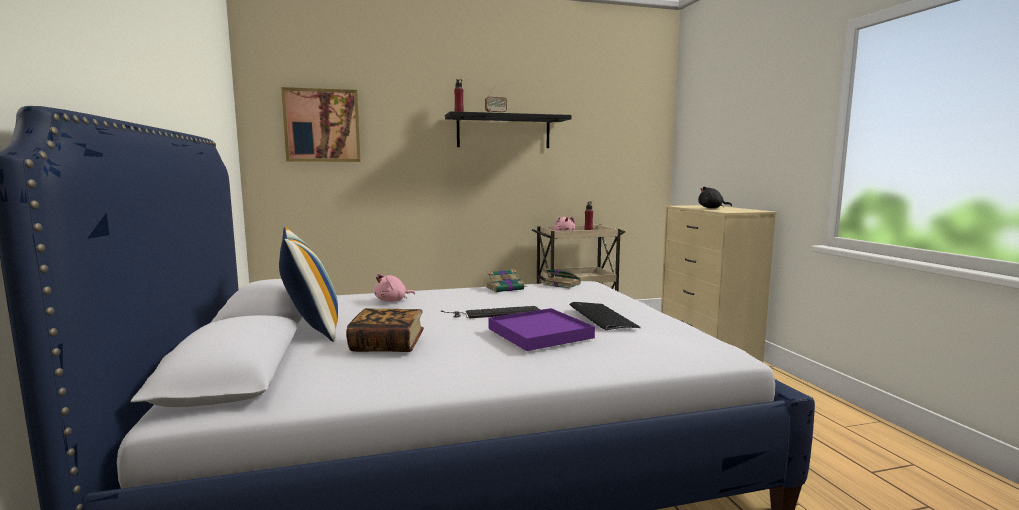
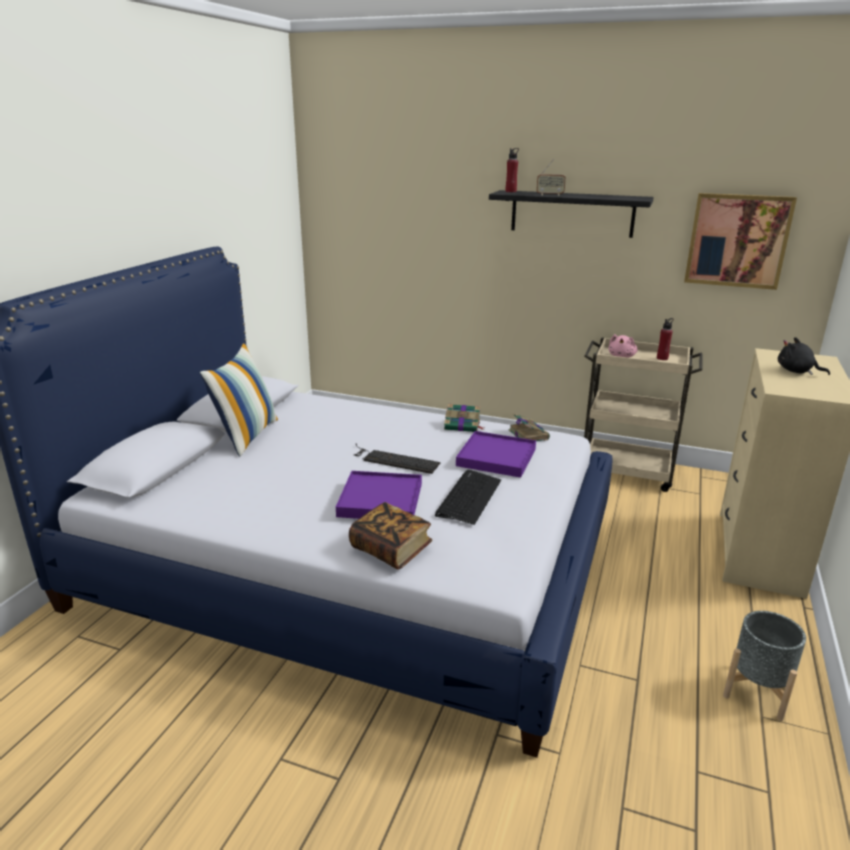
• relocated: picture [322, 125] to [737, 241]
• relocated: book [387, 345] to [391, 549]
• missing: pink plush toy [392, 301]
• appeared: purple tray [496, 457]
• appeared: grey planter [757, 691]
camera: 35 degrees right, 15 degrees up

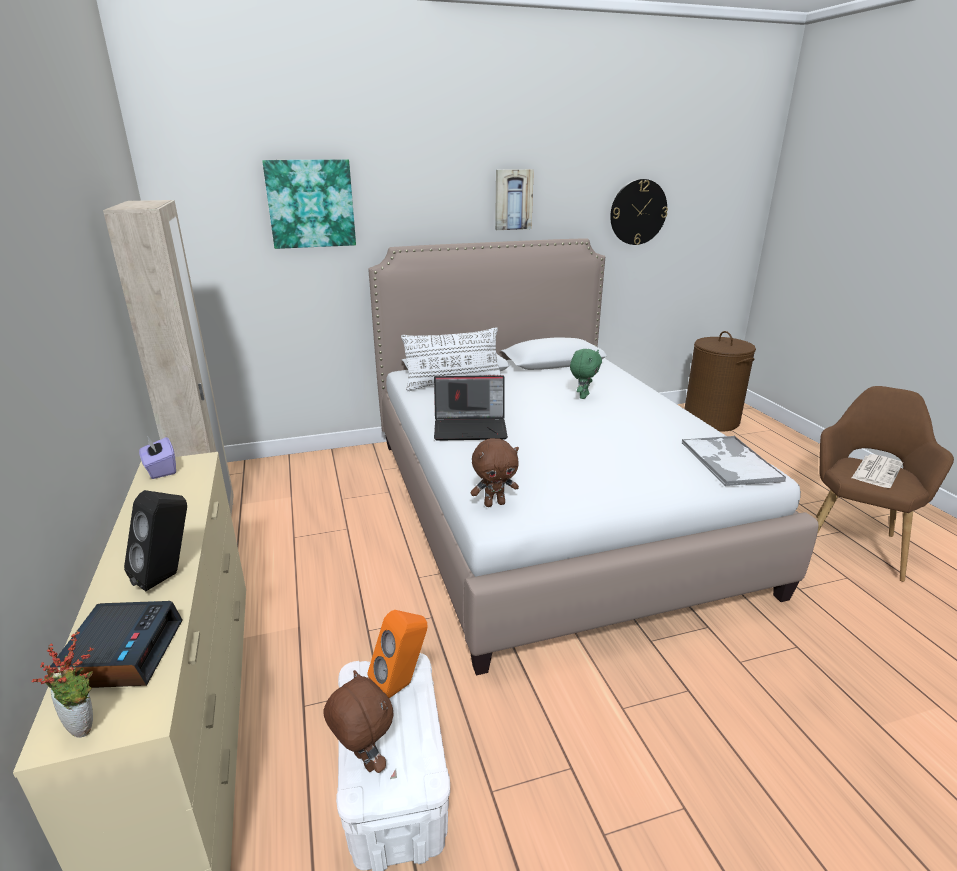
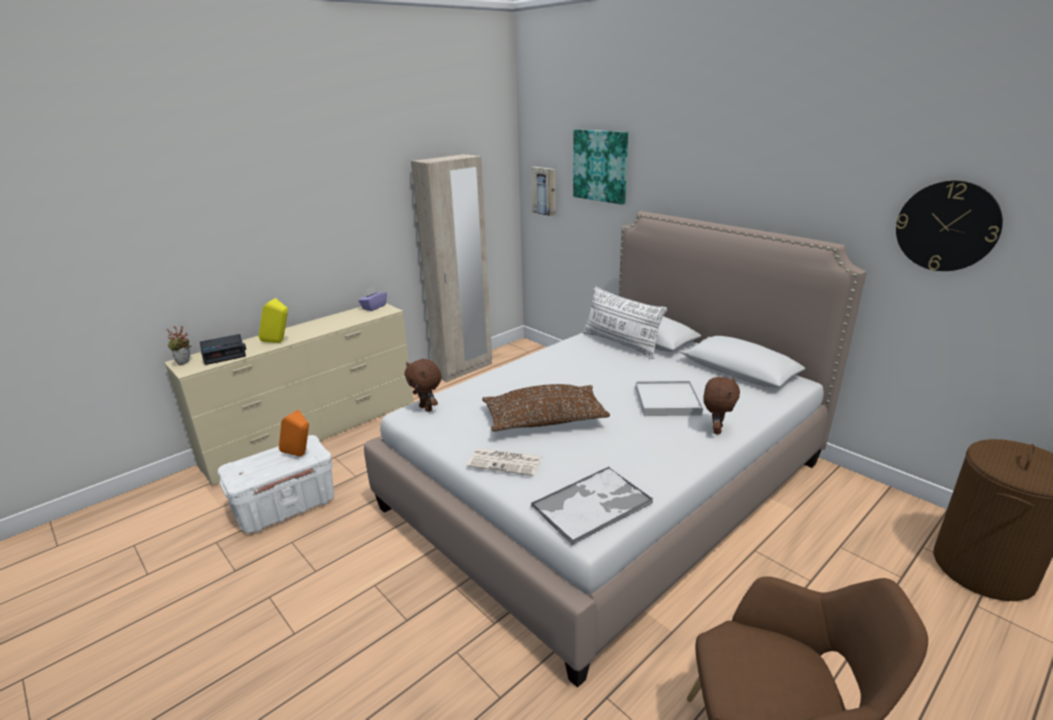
• colour: black speaker [168, 576] to yellow speaker [279, 342]
• relocated: brown plush toy [363, 761] to [716, 430]
• missing: laptop [471, 428]
• relocated: picture [513, 199] to [544, 191]
• exchanged: green plush toy [583, 396] to white tray [667, 401]
• relocated: newspaper [876, 471] to [506, 462]
• appeared: brown pillow [544, 420]
camera: 65 degrees right, 0 degrees up

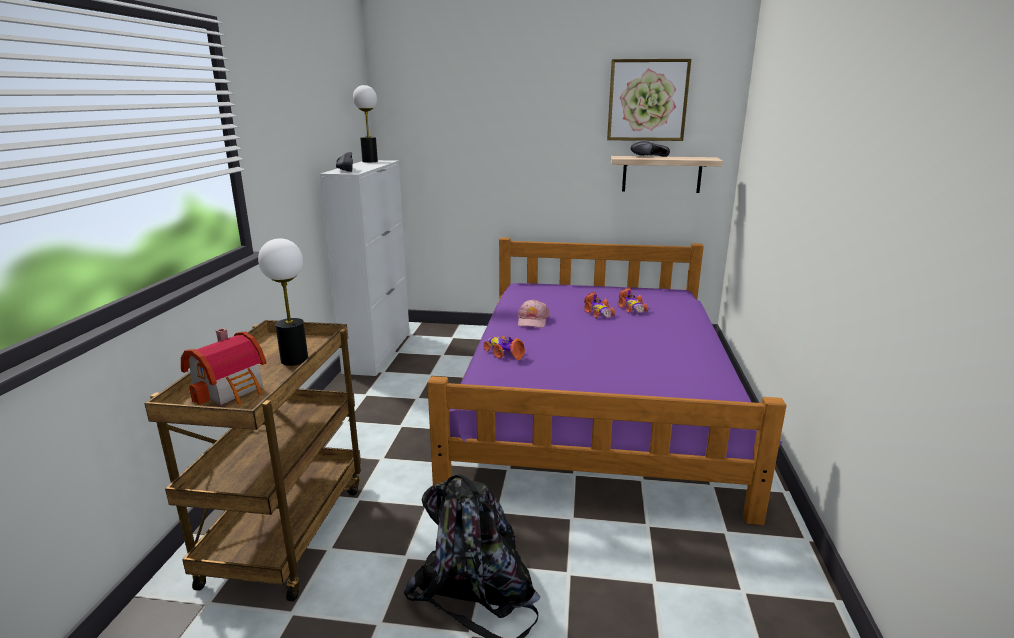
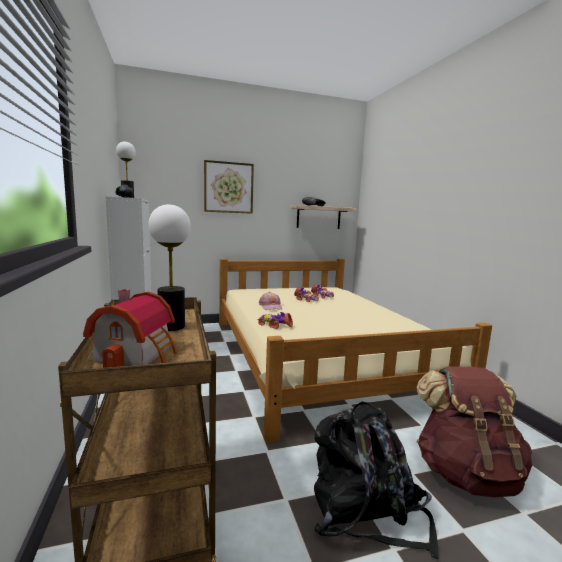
• colour: purple bed [594, 398] to beige bed [317, 356]
• relocated: picture [647, 100] to [228, 187]
• appeared: brown backpack [466, 473]
camera: 25 degrees left, 10 degrees down

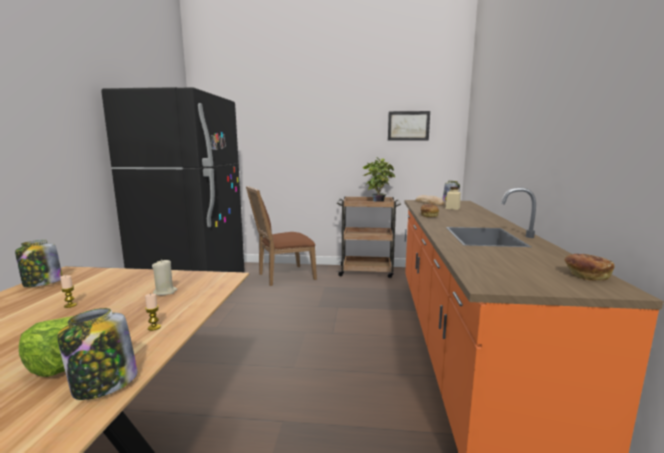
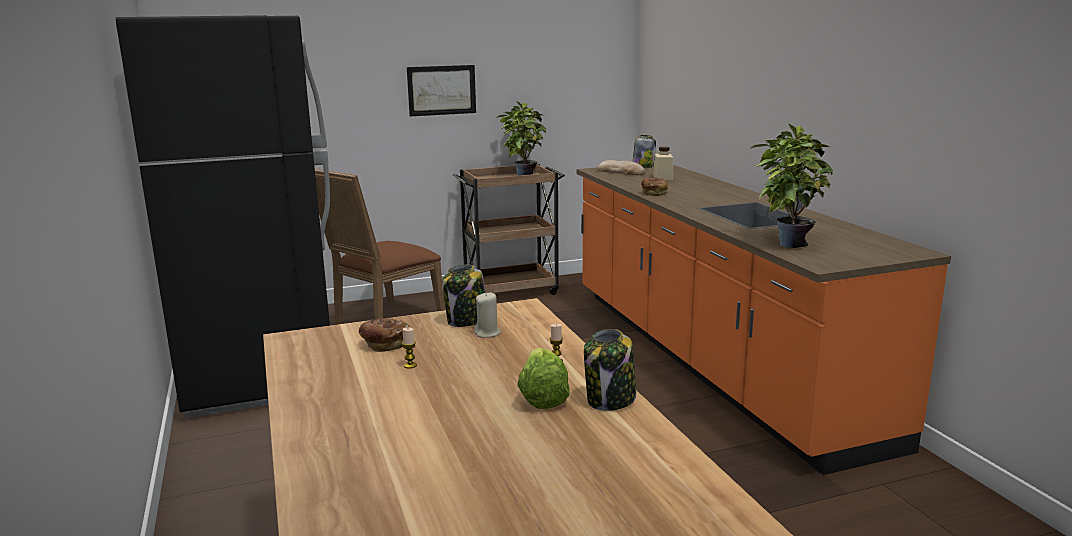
• relocated: jar [42, 283] to [466, 321]
• relocated: picture [408, 126] to [441, 90]
• relocated: bread [586, 275] to [384, 344]
• appeared: potted plant [787, 243]
camera: 25 degrees left, 5 degrees up

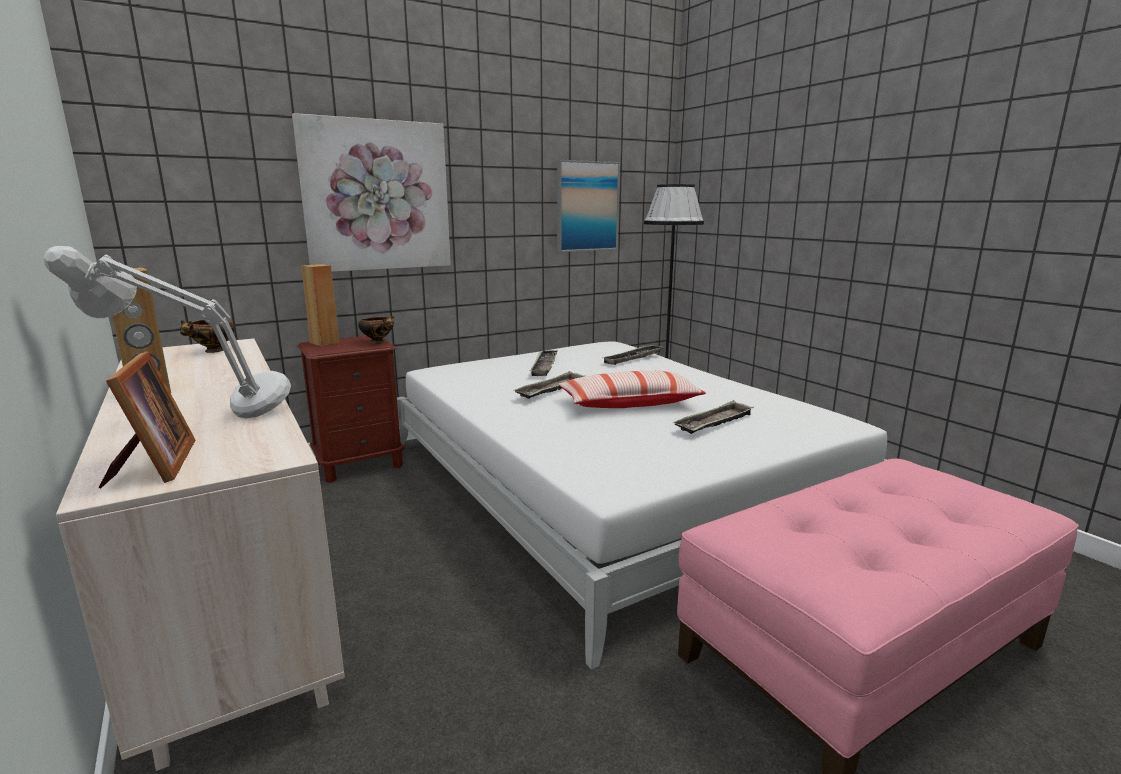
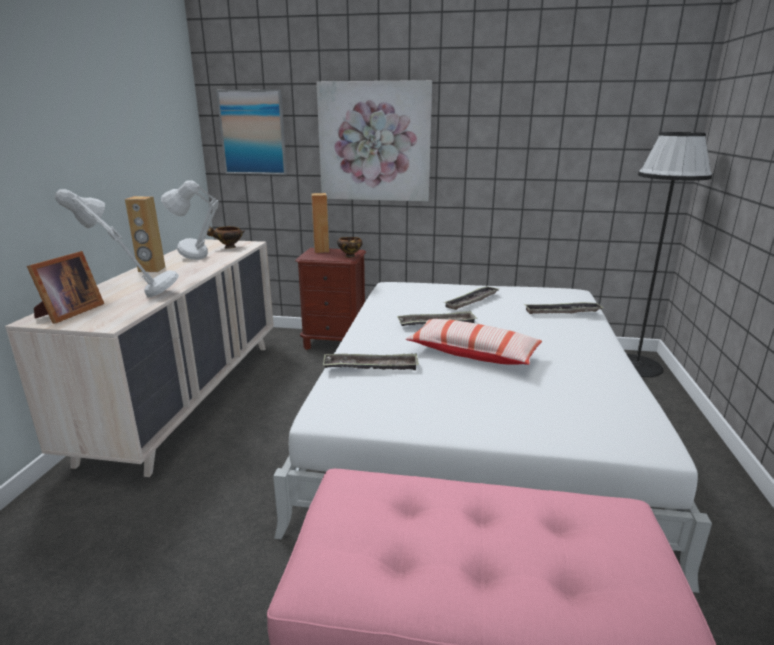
• relocated: picture [587, 206] to [253, 132]
• relocated: tray [714, 423] to [371, 366]
• appeared: grey table lamp [198, 263]
camera: 40 degrees right, 5 degrees up

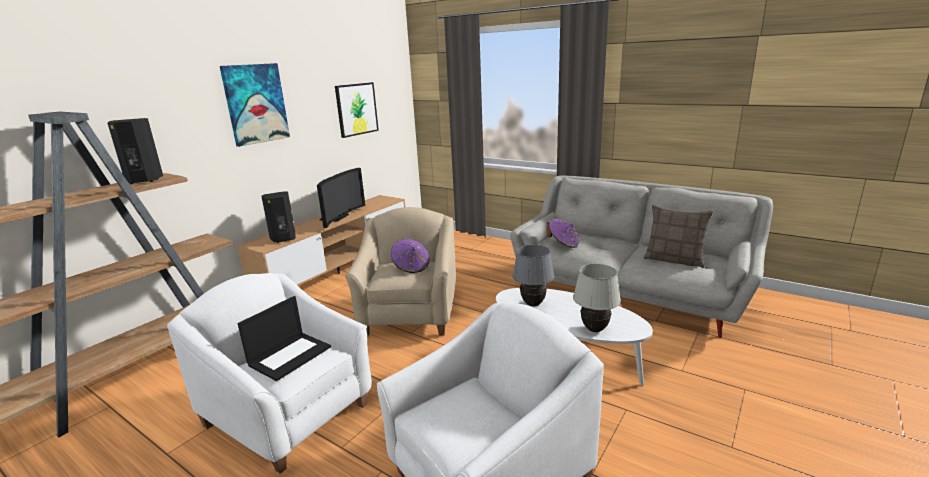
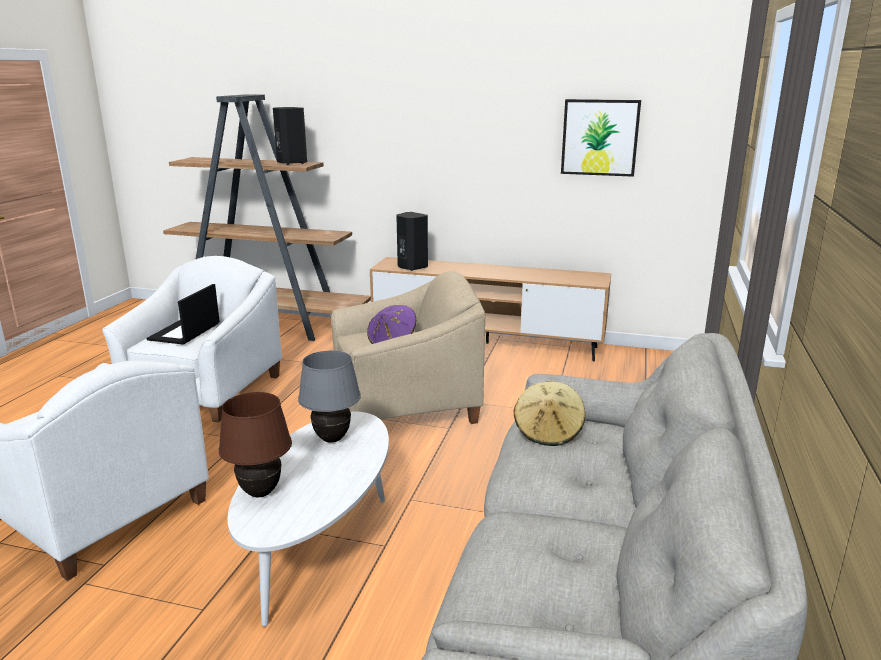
• missing: picture [255, 104]
• spun: laptop [290, 355] = [184, 332] 90 degrees clockwise
• missing: television [337, 218]
• colour: purple hat [563, 244] to beige hat [548, 432]
• colour: white table lamp [594, 329] to brown table lamp [261, 492]
• missing: pillow [674, 260]
camera: 70 degrees right, 0 degrees up

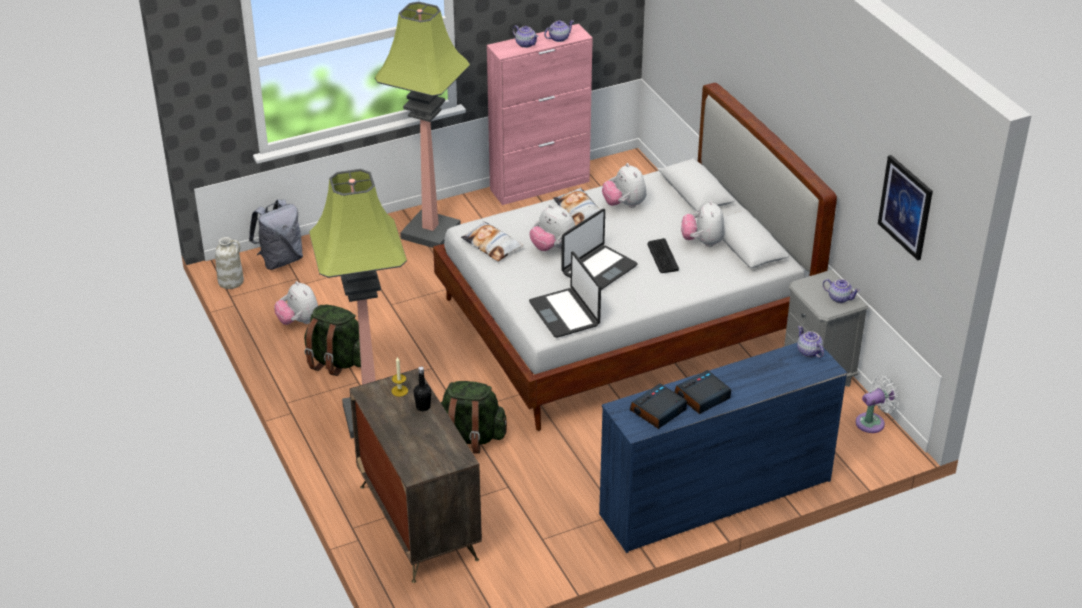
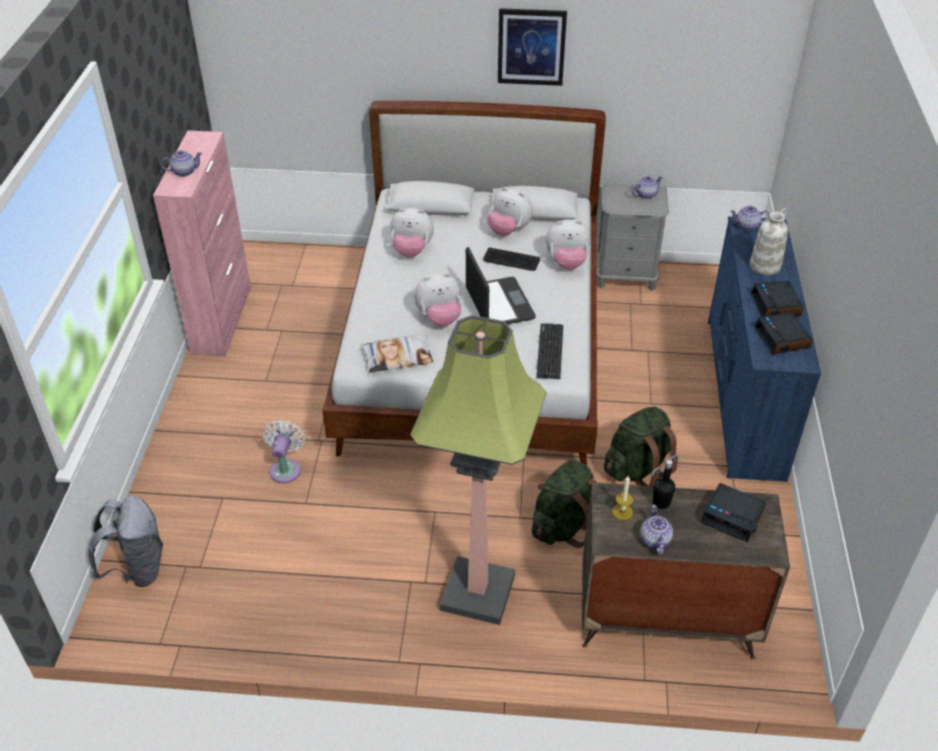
• relocated: white vase [231, 281] to [765, 265]
• relocated: plush toy [299, 321] to [567, 263]
• relocated: green backpack [336, 361] to [637, 468]
• missing: floor lamp [431, 232]
• exchanged: laptop [565, 313] to keyboard [550, 351]
• relocated: teapot [558, 38] to [654, 540]
• missing: pillow [579, 211]
• relocated: white fan [873, 422] to [286, 468]
• relocated: picture [905, 207] to [531, 47]
• appeared: alarm clock [733, 516]
camera: 60 degrees left, 5 degrees up

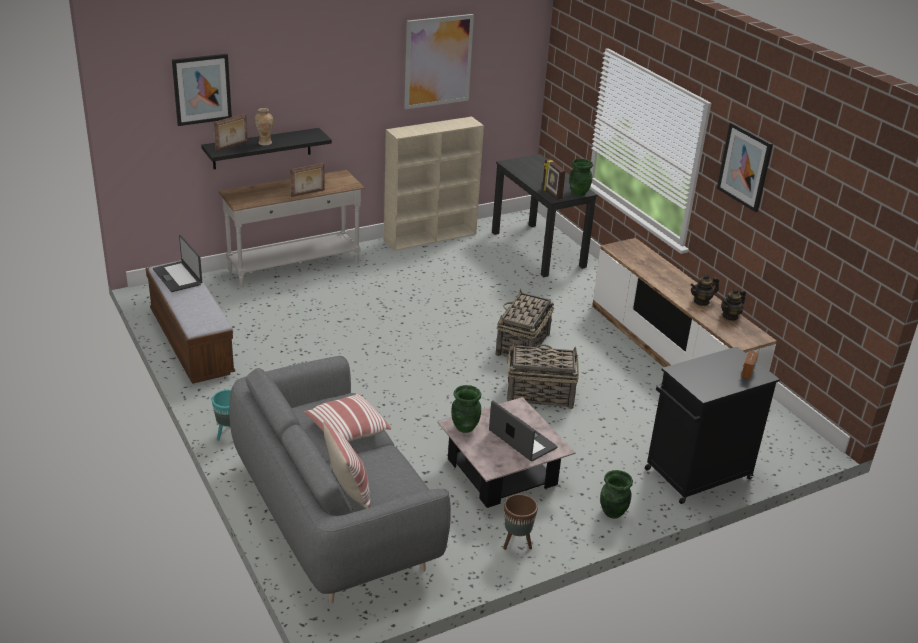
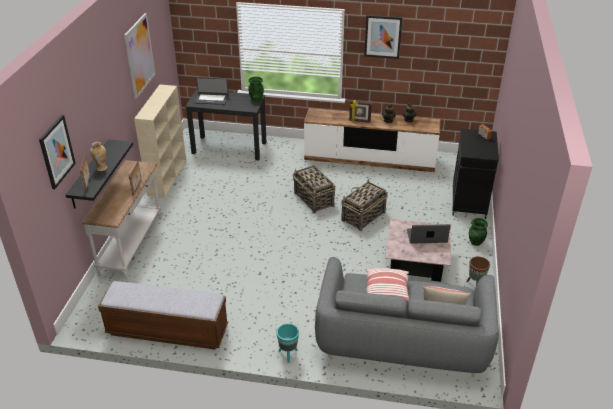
• relocated: laptop [178, 277] to [211, 99]
• missing: green vase [464, 427]
• relocated: picture frame [551, 194] to [359, 121]
camera: 50 degrees left, 5 degrees up

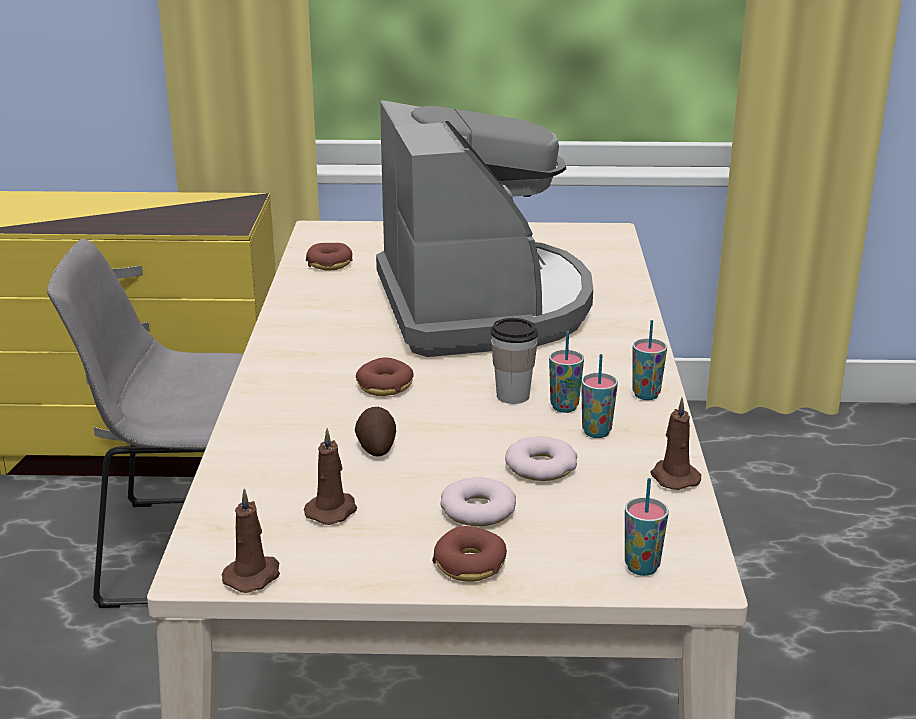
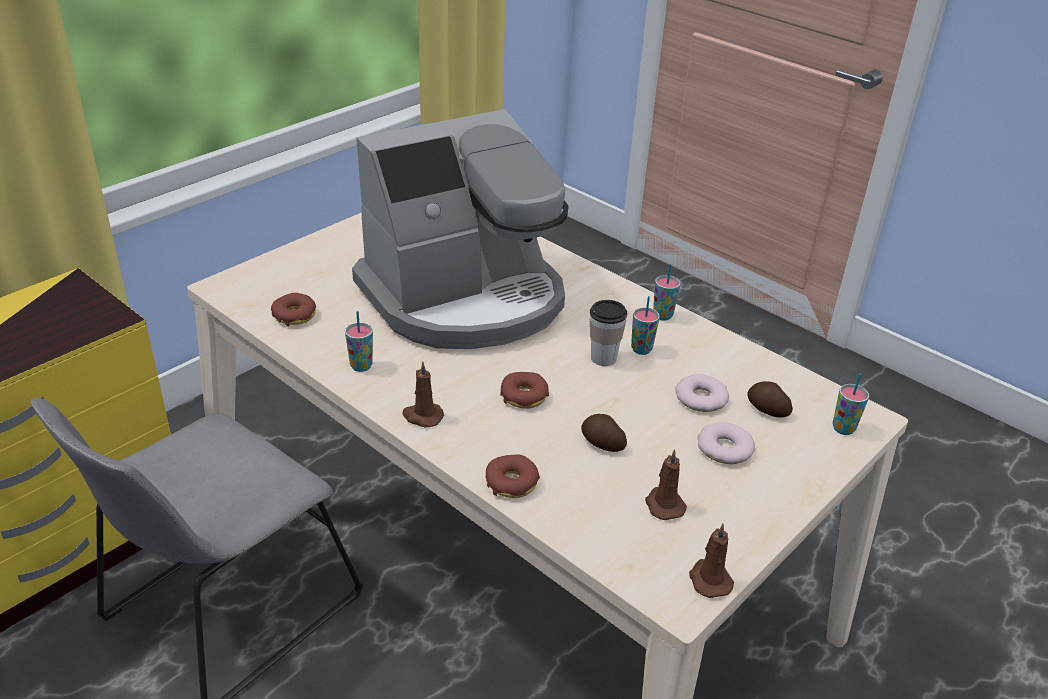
• spun: coffee machine [482, 306] = [465, 298] 120 degrees clockwise
• relocated: donut [470, 564] to [511, 483]
• relocated: cup [596, 432] to [361, 366]
• relocated: brown candle [673, 477] to [422, 416]
• appeared: potato [766, 410]
camera: 50 degrees left, 10 degrees up

